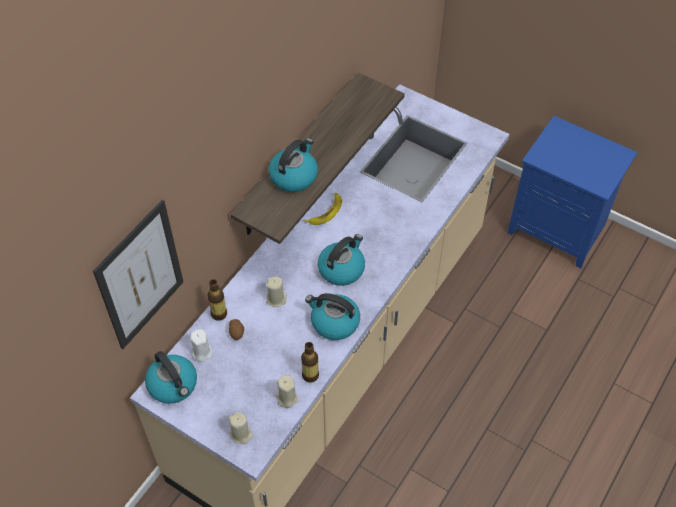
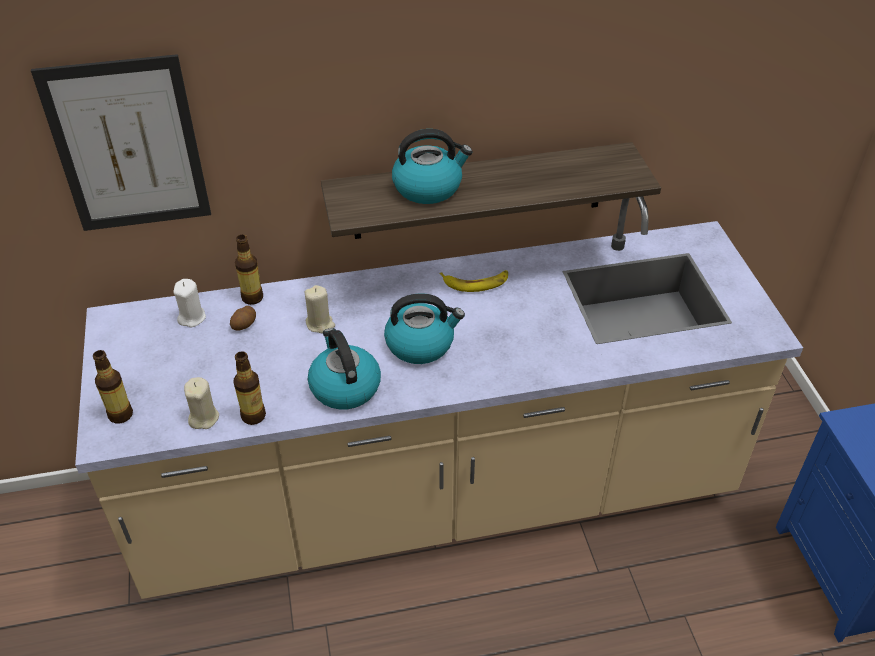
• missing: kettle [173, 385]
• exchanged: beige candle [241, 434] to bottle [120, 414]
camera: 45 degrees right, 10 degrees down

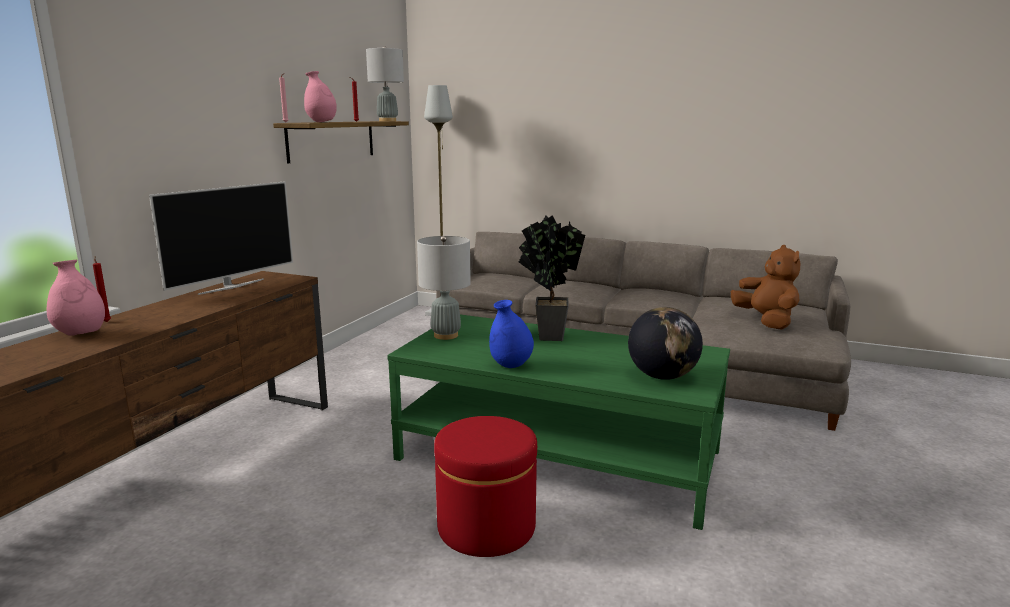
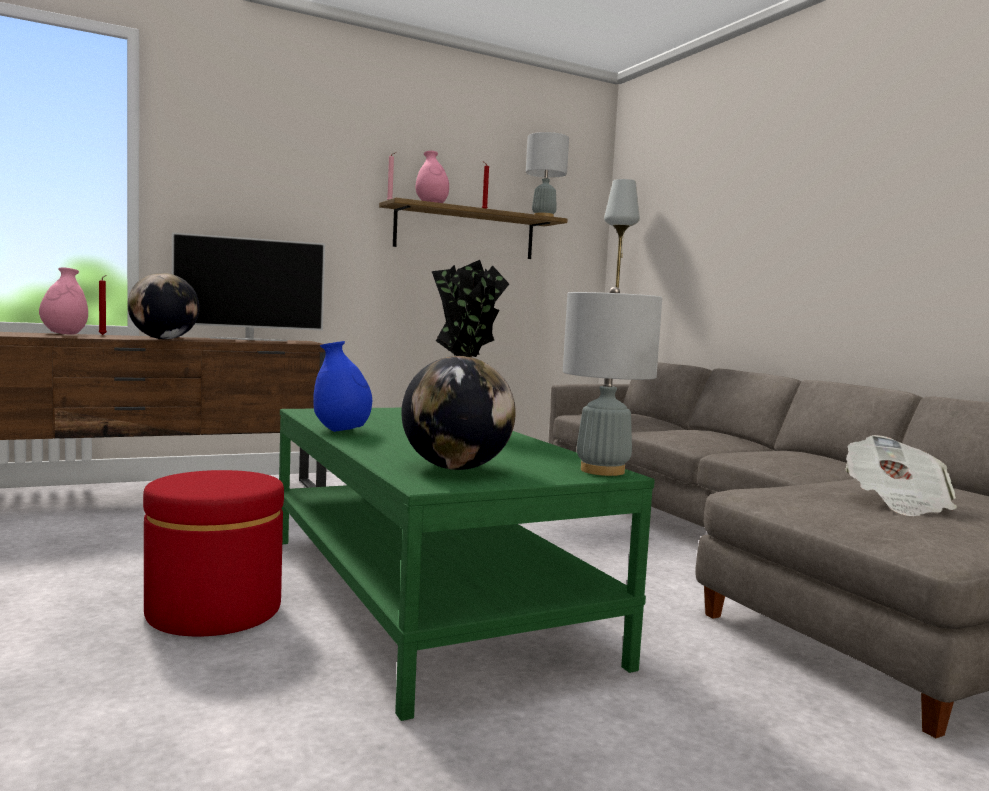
• relocated: grey table lamp [446, 335] to [602, 471]
• exchanged: brown plush toy [766, 321] to newspaper [896, 503]
• appeared: globe [163, 339]
camera: 40 degrees right, 10 degrees down

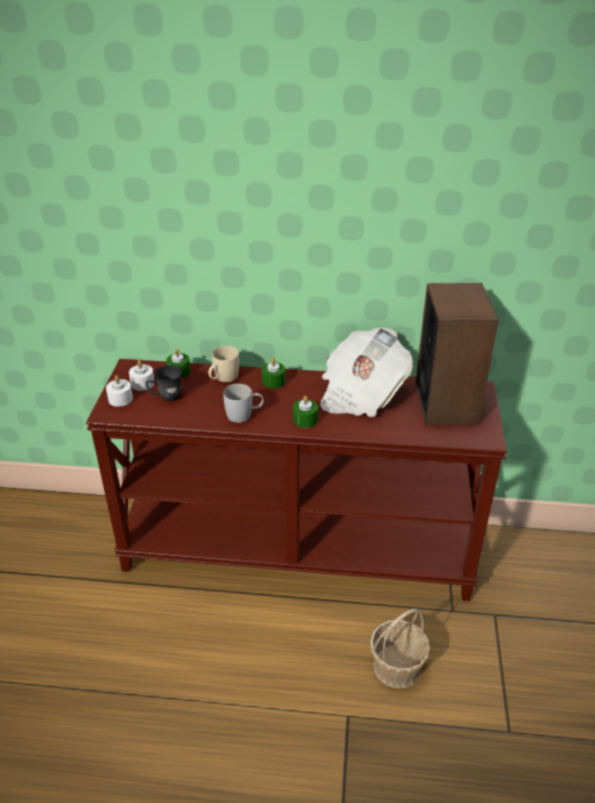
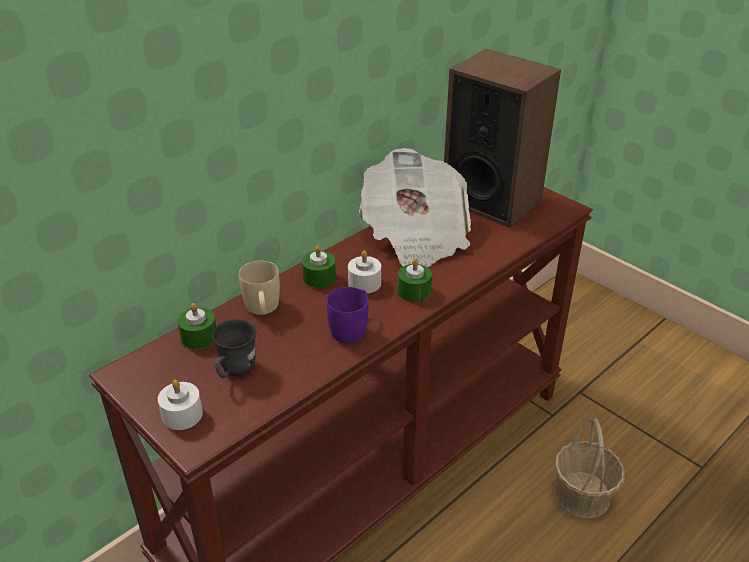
• relocated: white candle [142, 383] to [364, 283]
• colour: white mug [244, 415] to purple mug [352, 328]
camera: 50 degrees left, 0 degrees up

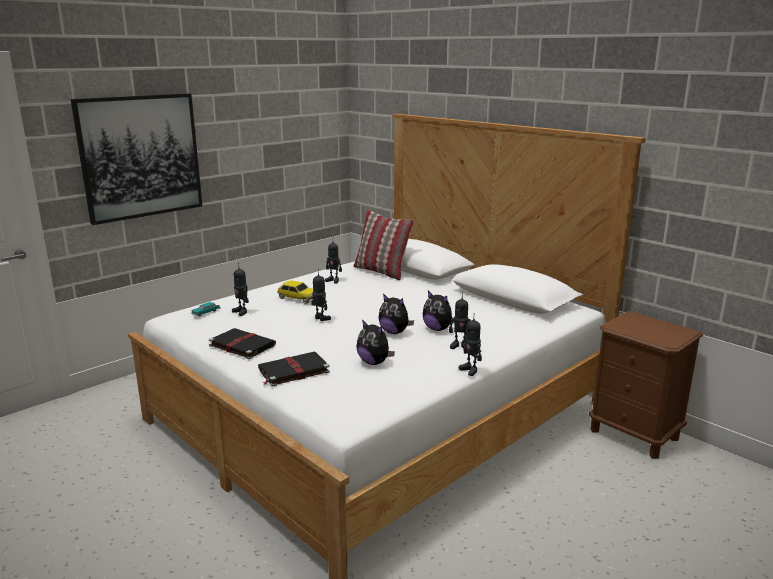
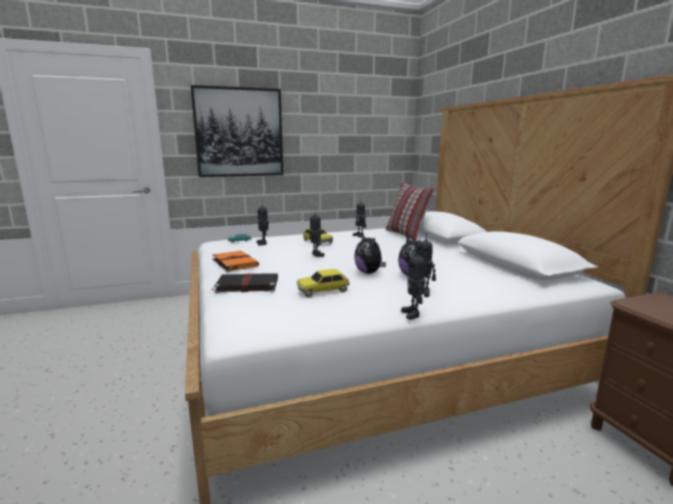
• colour: black book [241, 345] to orange book [234, 262]
• exchanged: plush toy [374, 362] to toy car [323, 291]
camera: 25 degrees right, 5 degrees down

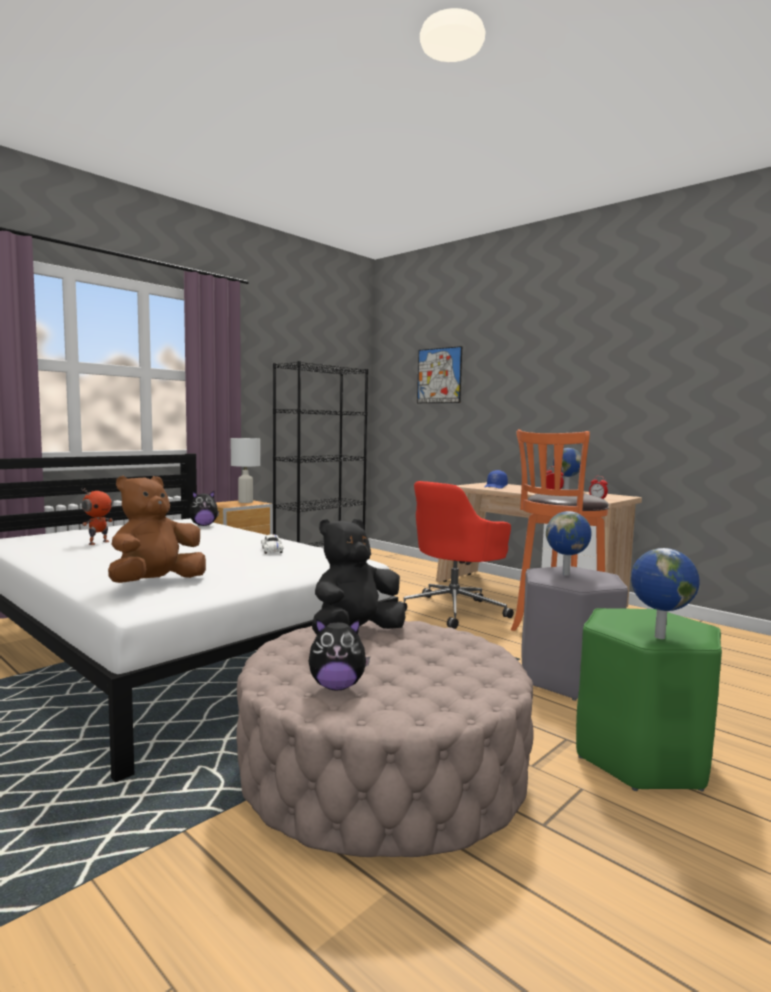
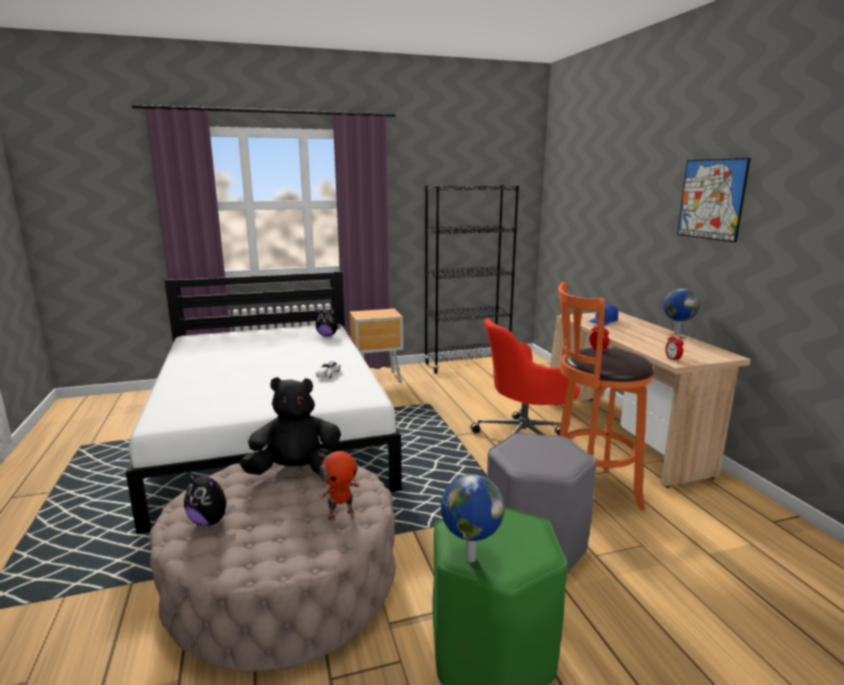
• relocated: toy robot [98, 542] to [340, 514]
• missing: brown plush toy [156, 583]
• missing: white table lamp [246, 502]
• relocated: picture [439, 375] to [711, 199]
• missing: globe [567, 574]
camera: 30 degrees right, 10 degrees up

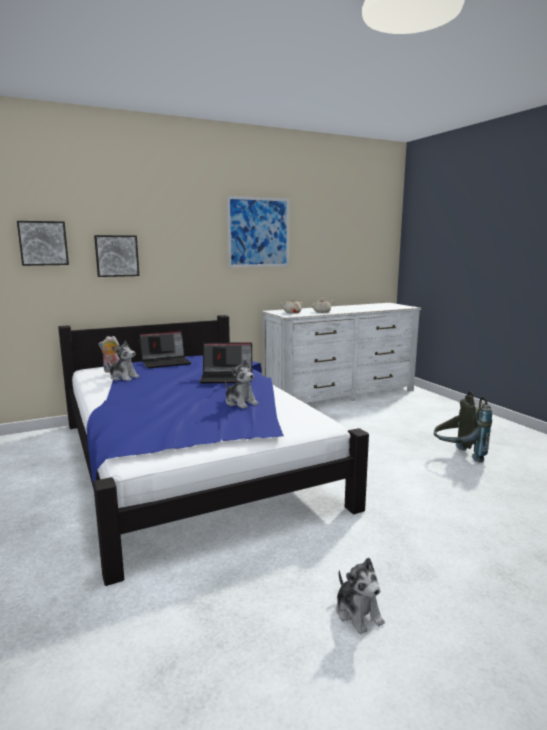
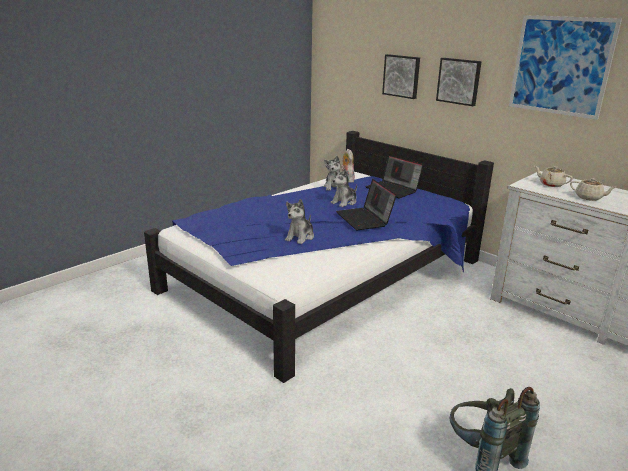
• relocated: picture [43, 243] to [459, 81]
• relocated: plush toy [358, 613] to [344, 202]
camera: 70 degrees right, 10 degrees up

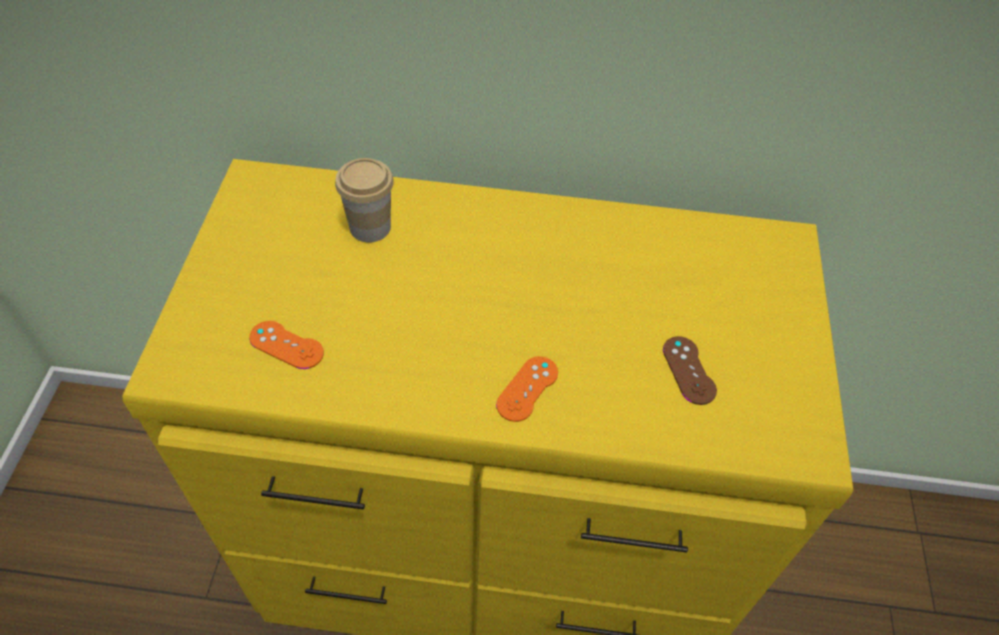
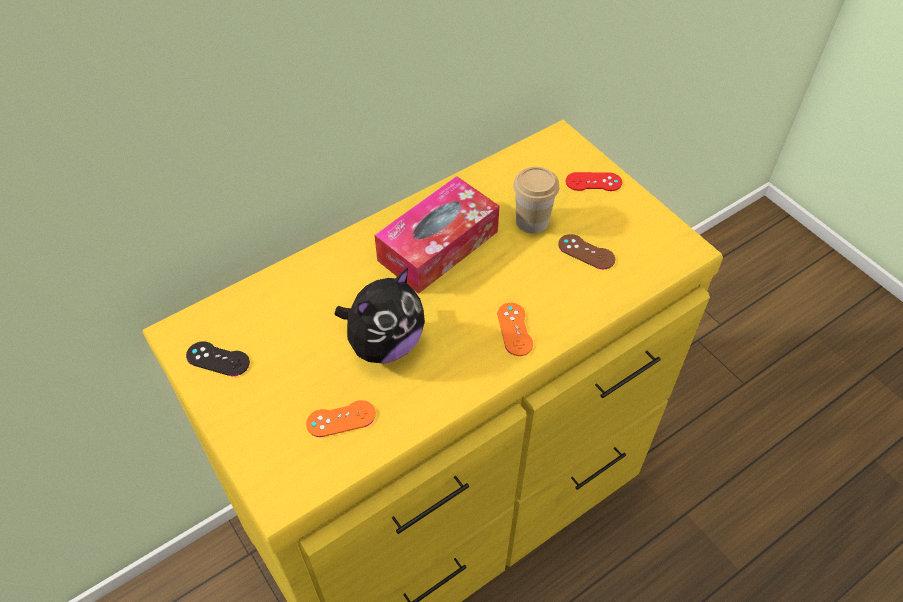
• relocated: cup [370, 227] to [532, 221]
• appeared: black game controller [218, 359]
• appeared: plush toy [384, 344]
• appeared: tissue box [438, 246]
• appeared: red game controller [593, 182]
camera: 40 degrees left, 0 degrees up

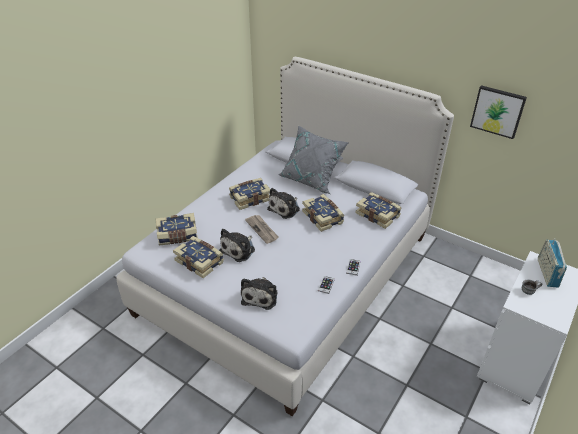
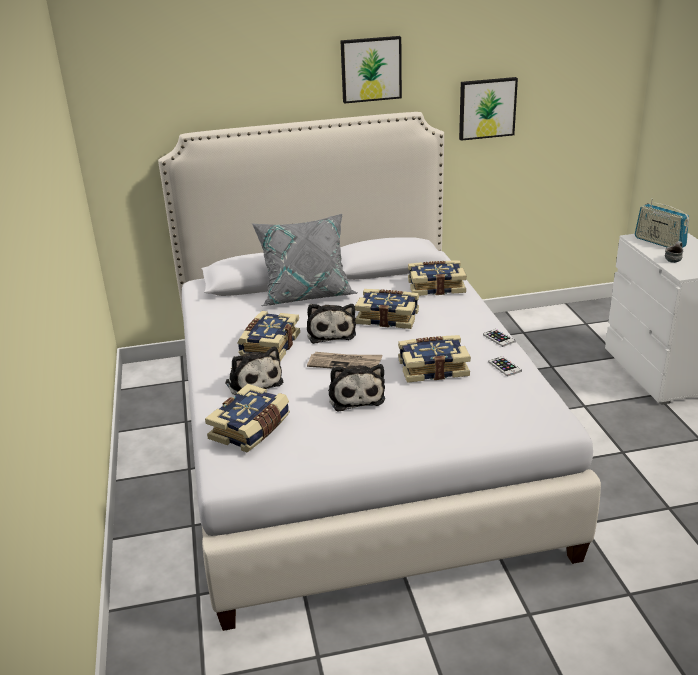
• relocated: book [200, 261] to [432, 368]
• relocated: plush toy [260, 296] to [253, 382]
• appeared: picture [370, 69]
camera: 45 degrees left, 10 degrees down

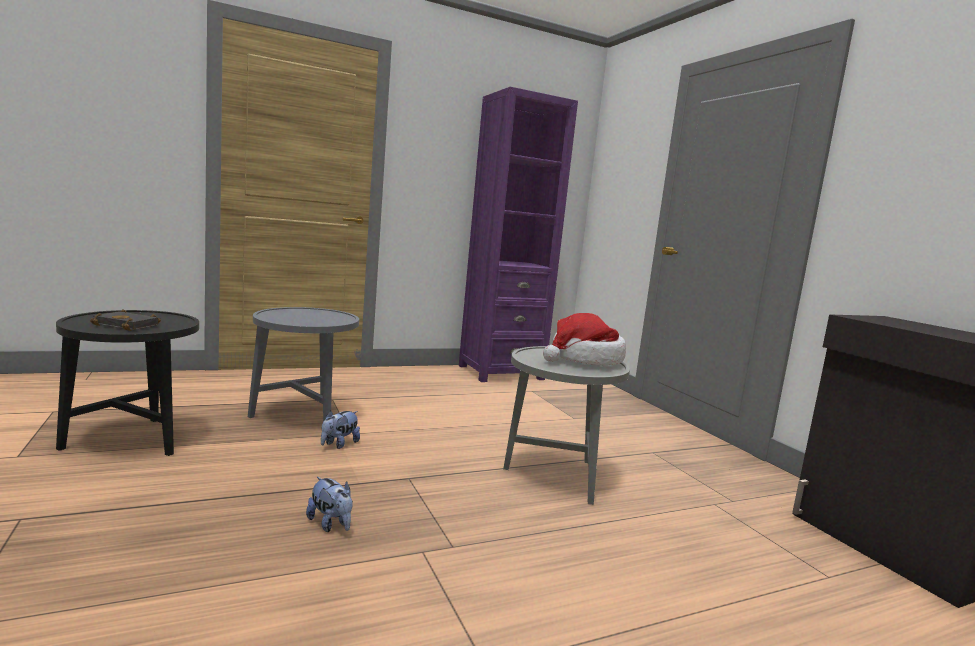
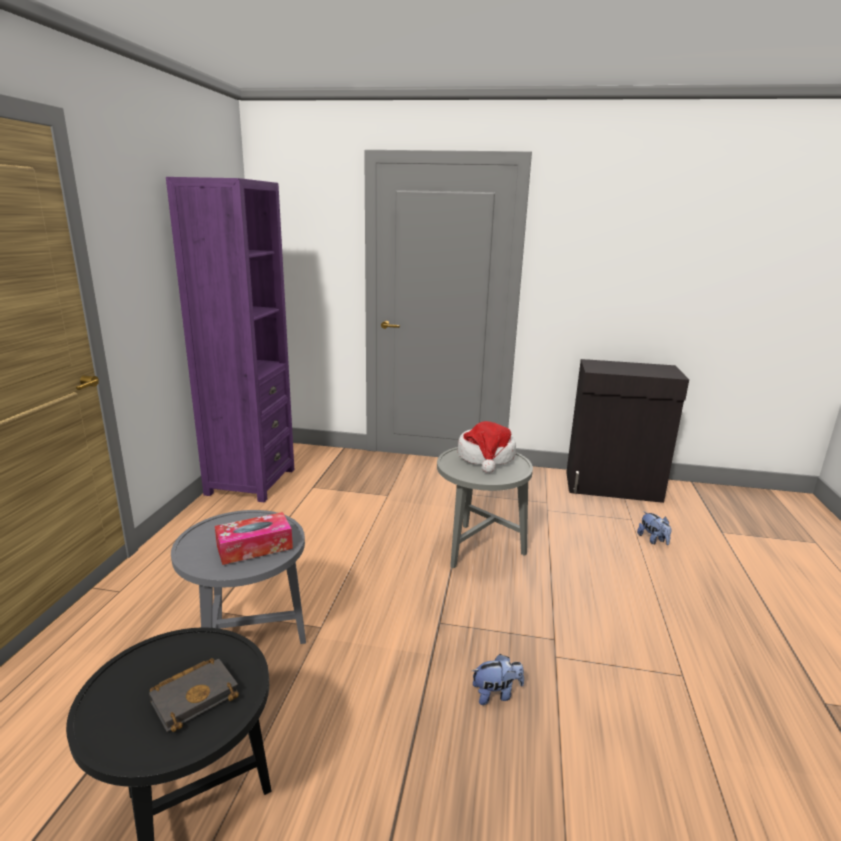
• relocated: plush toy [339, 444] to [653, 540]
• appeared: tissue box [254, 547]
camera: 55 degrees left, 10 degrees up

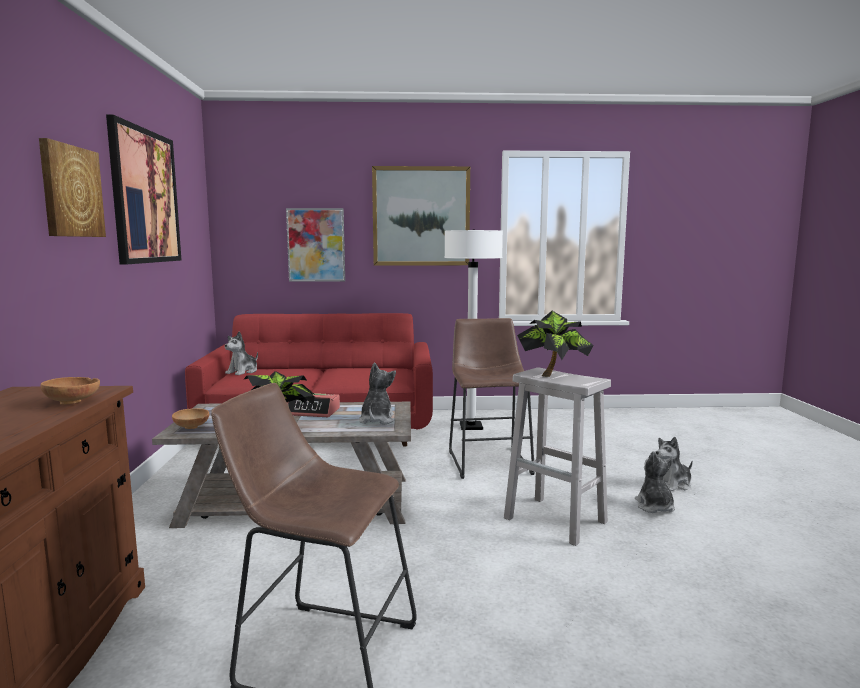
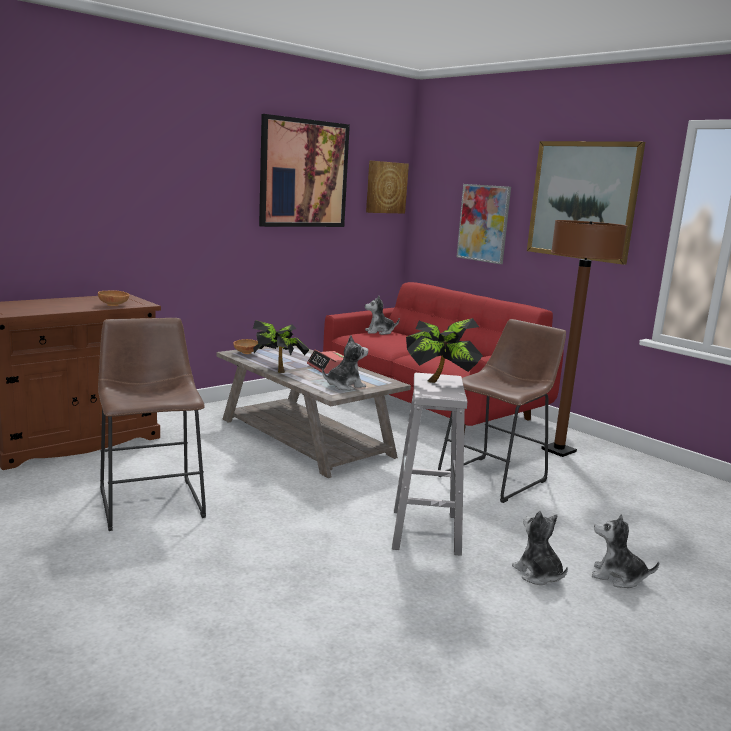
• relocated: picture [71, 191] to [386, 187]
• colour: white floor lamp [471, 427] to brown floor lamp [558, 451]
• spun: plush toy [654, 507] = [538, 574] 75 degrees counterclockwise
camera: 50 degrees right, 5 degrees up

